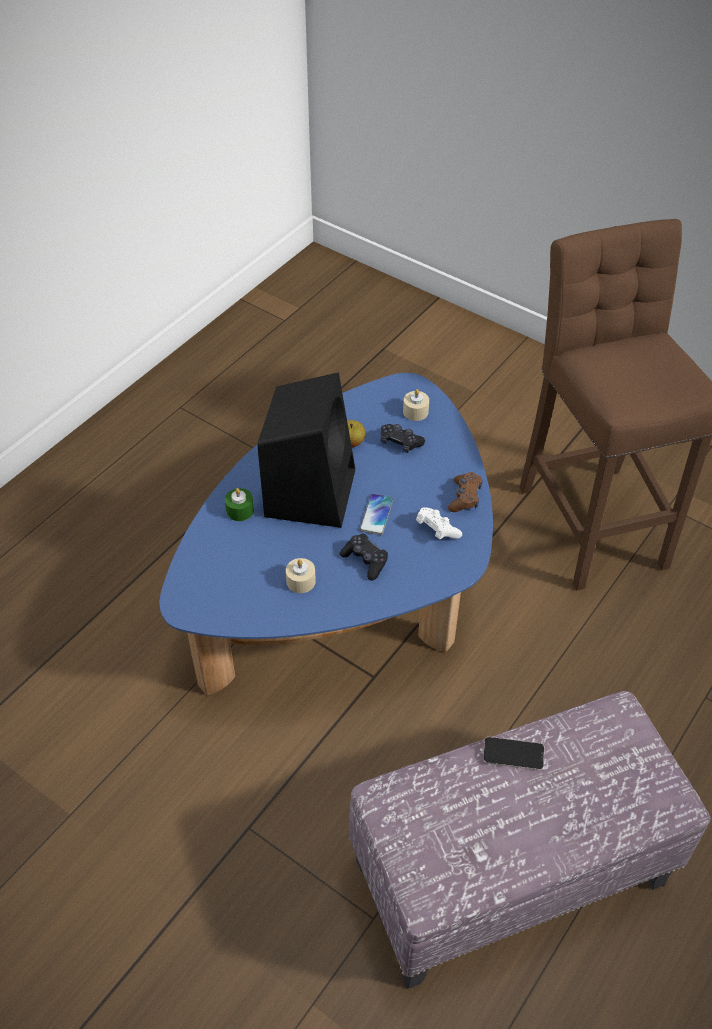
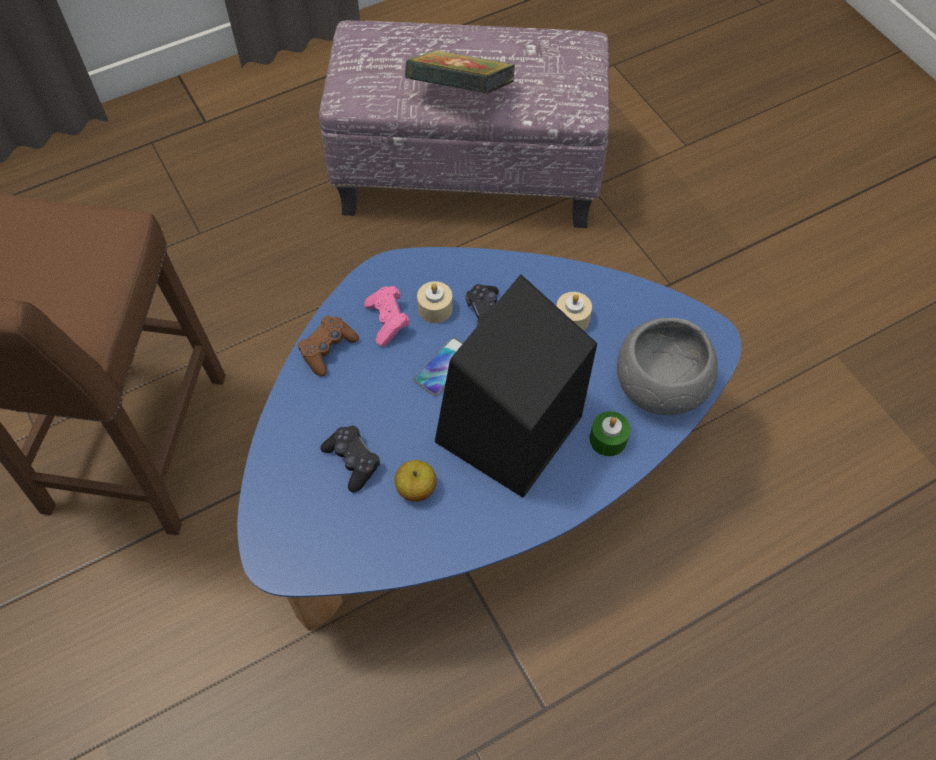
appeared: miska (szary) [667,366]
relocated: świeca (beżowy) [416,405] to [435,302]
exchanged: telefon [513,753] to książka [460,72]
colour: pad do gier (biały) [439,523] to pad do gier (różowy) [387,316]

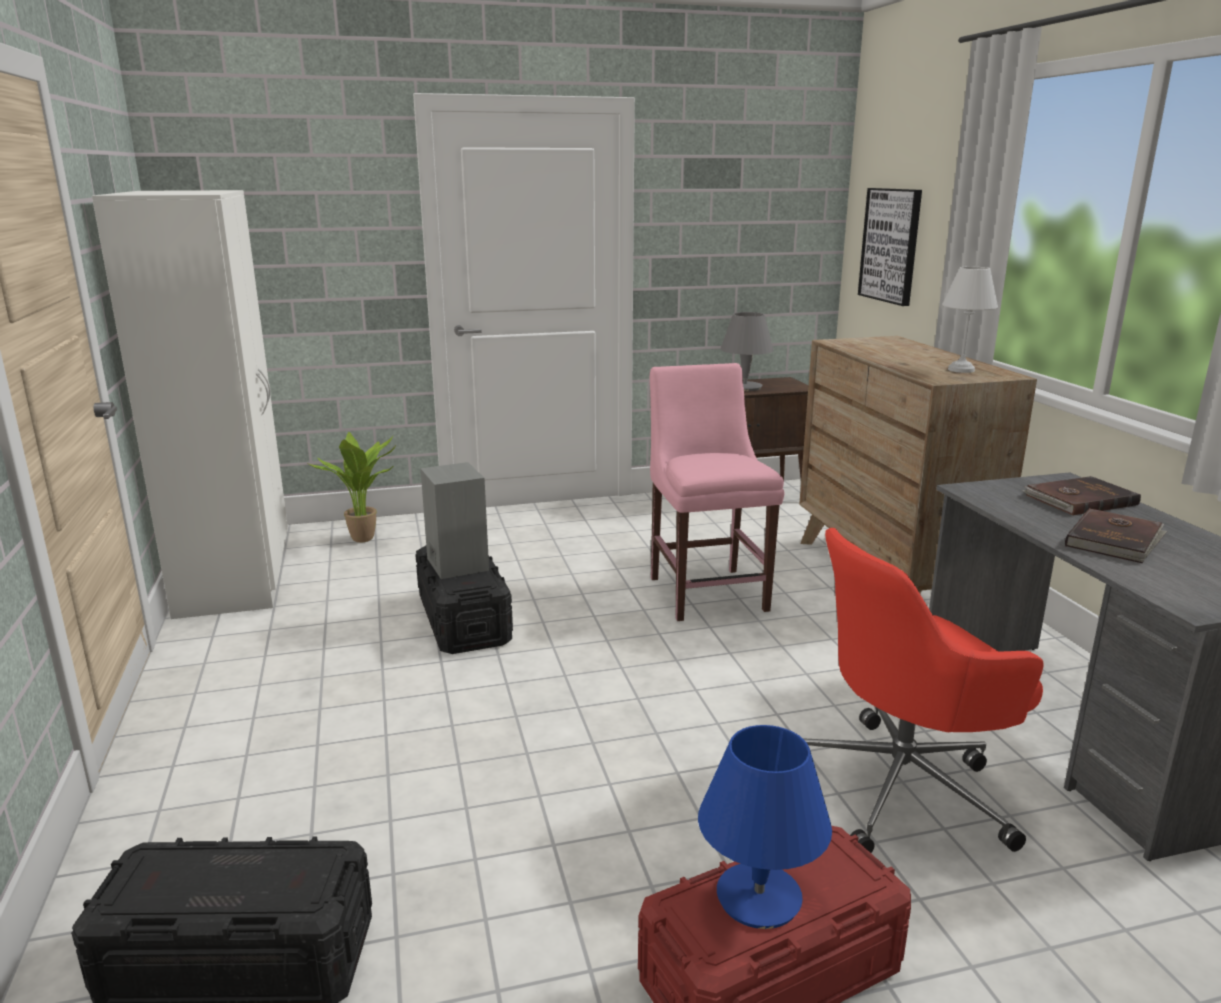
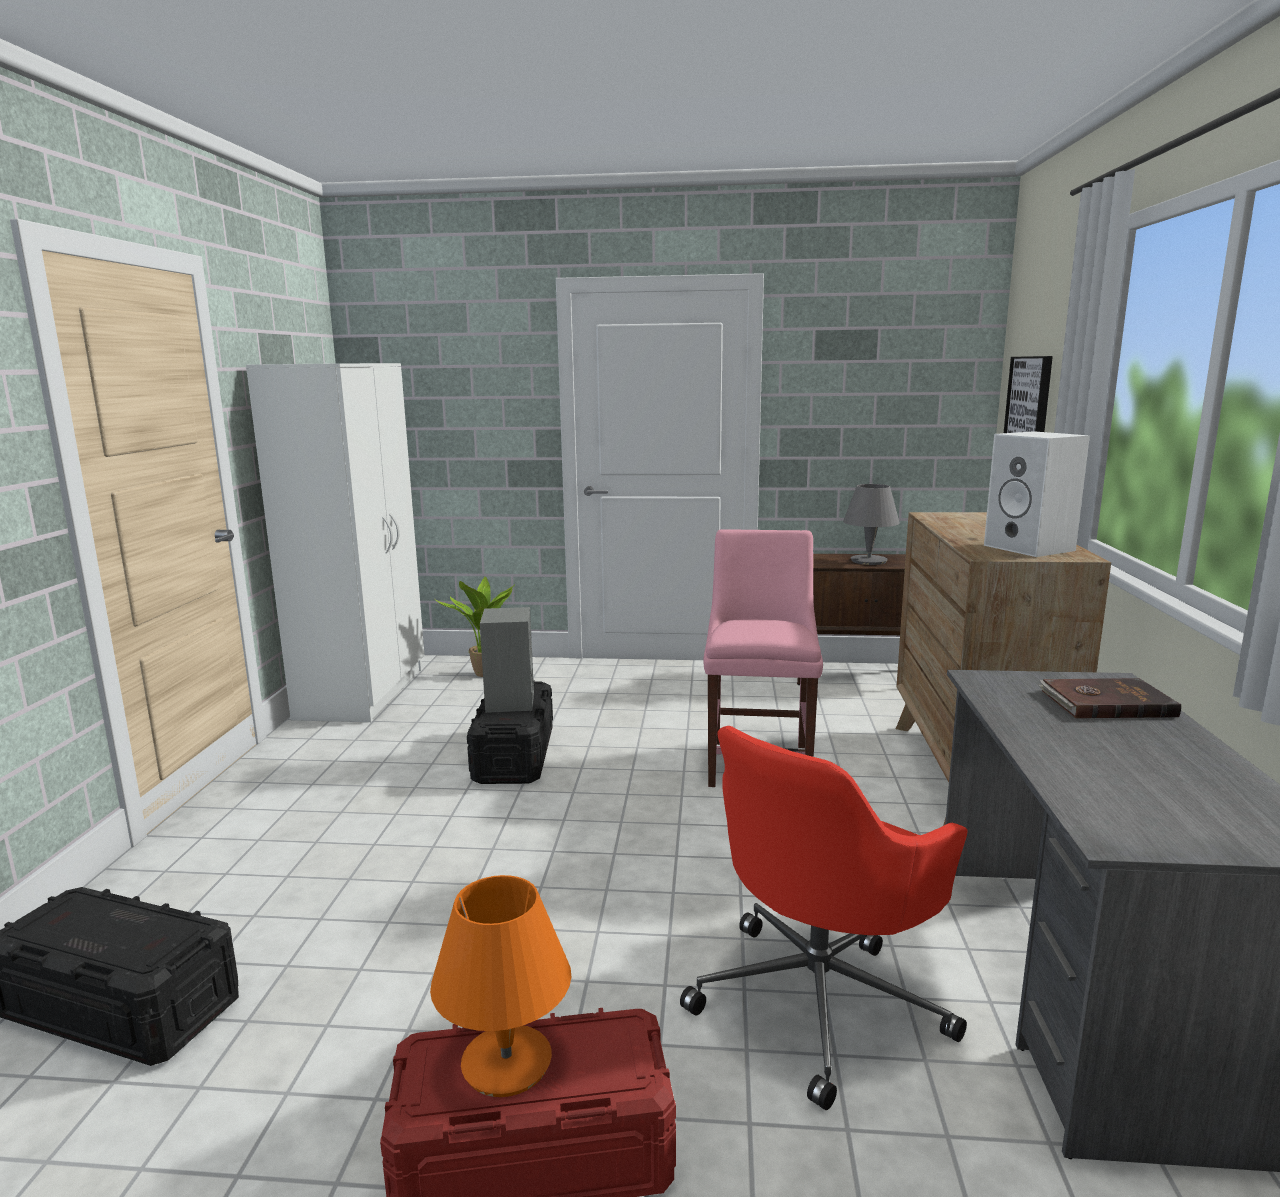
missing: książka (brązowy) [1116,535]
exchanged: lampa stołowa (biały) [970,319] to głośnik (biały) [1037,494]
colour: lampa stołowa (niebieski) [765,827] to lampa stołowa (pomarańczowy) [500,986]
spun: krzesło biurowe (czerwony) [923,690] = [824,918] 45 degrees counterclockwise

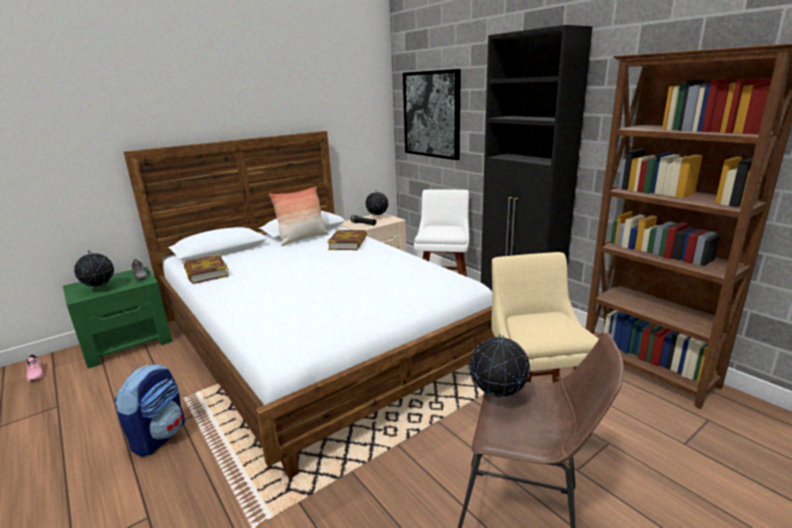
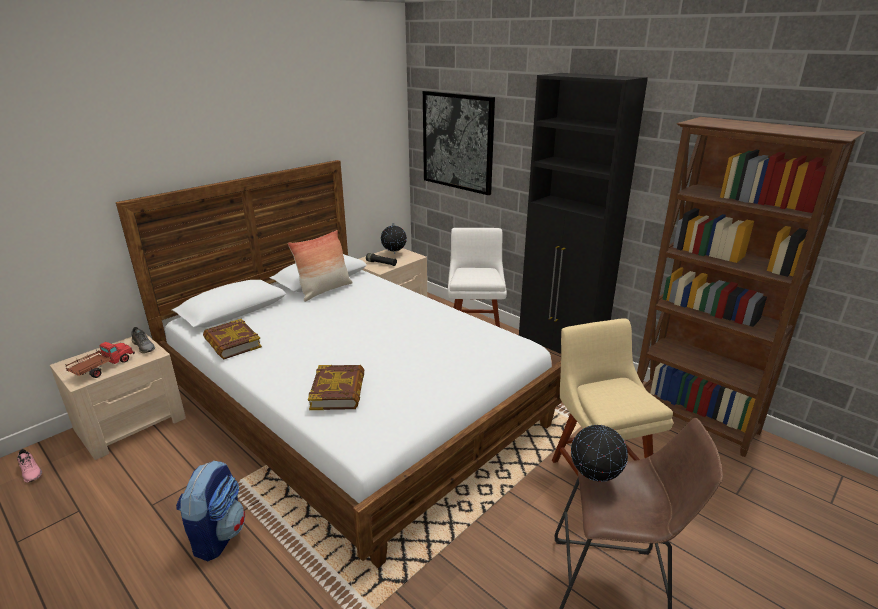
relocated: książka [347,240] to [336,387]
exchanged: globus [94,270] to ciężarówka zabawkowa [100,360]
colour: szafka nocna (zielony) [117,318] to szafka nocna (beżowy) [118,396]

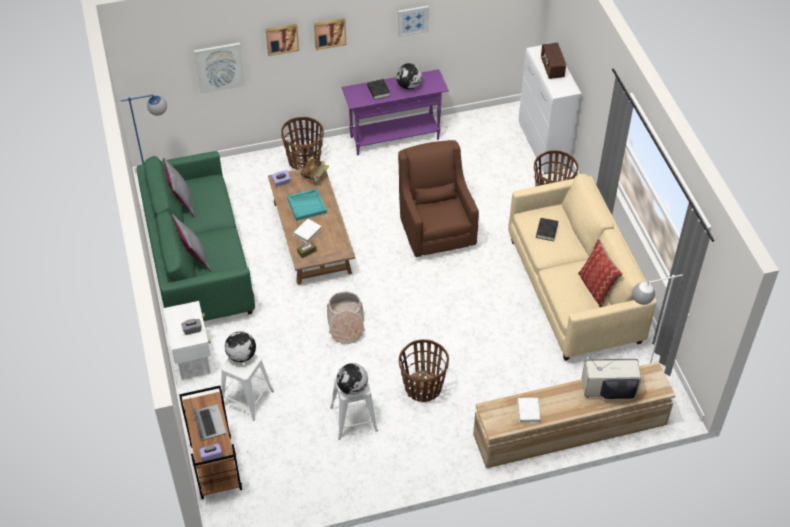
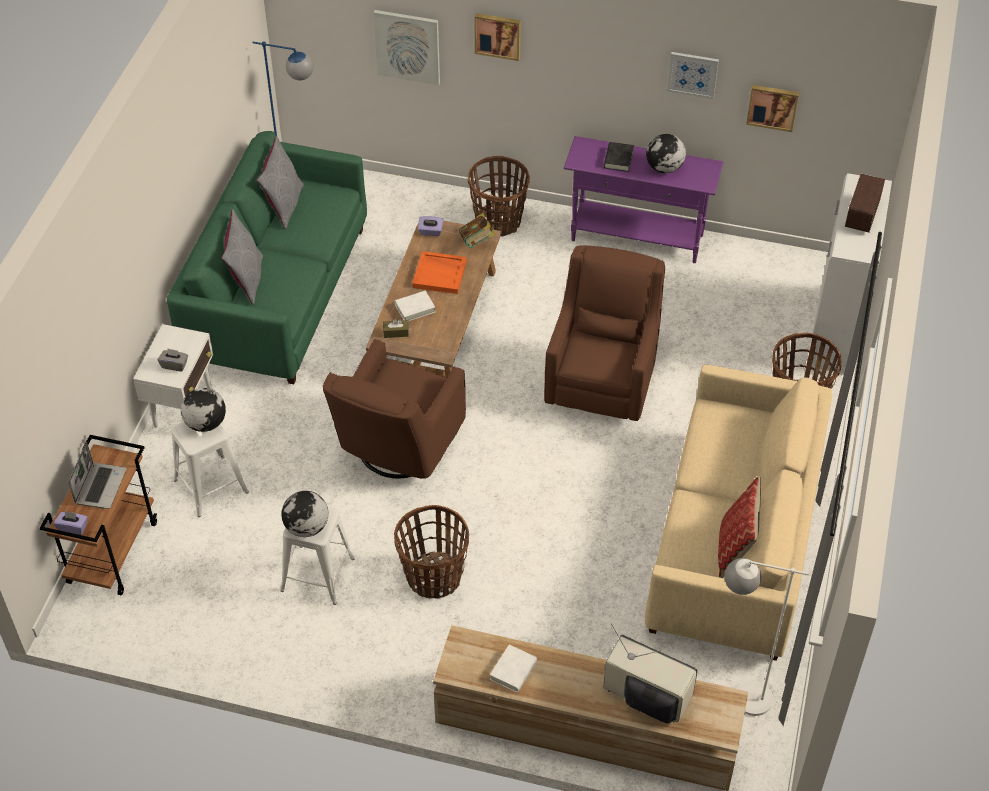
missing: książka (czarny) [547,229]
relocated: obraz [330,34] to [772,108]
exchanged: koszyk [346,318] to fotel (brązowy) [394,409]
colour: taca (turkusowy) [307,204] to taca (pomarańczowy) [439,272]

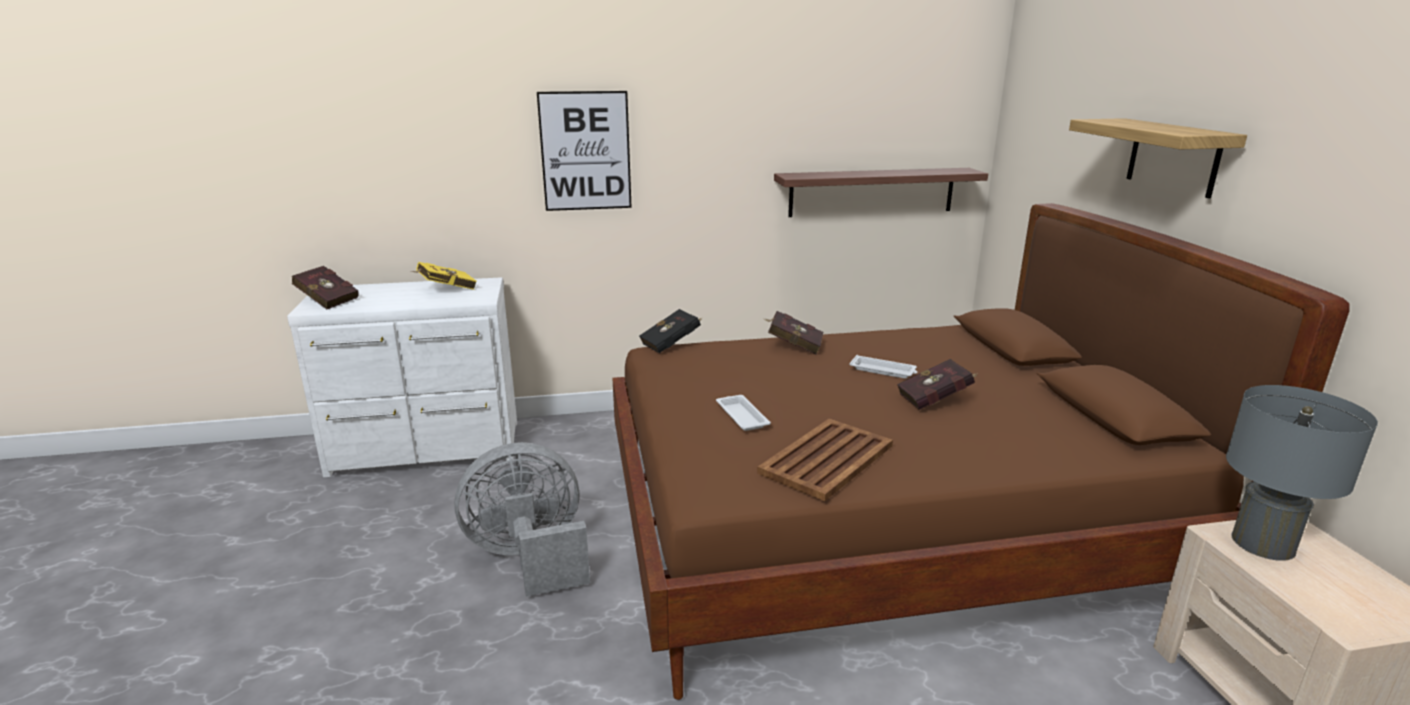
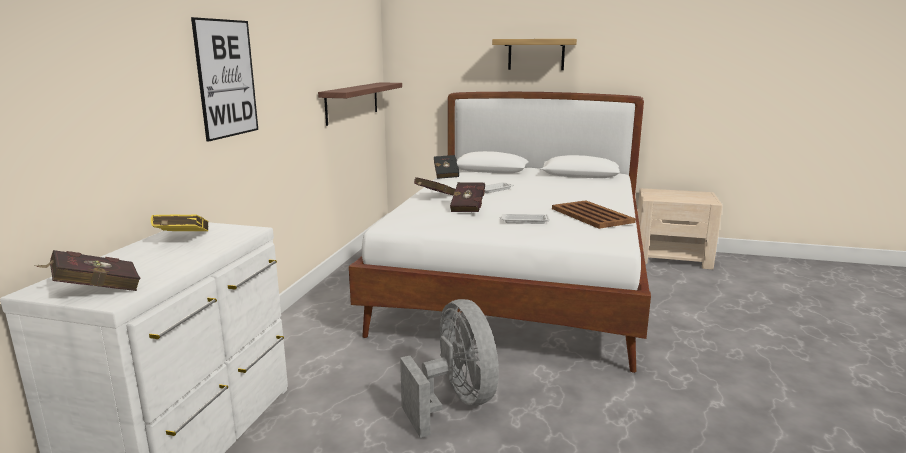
missing: lampa stołowa (szary) [1302,473]
relocated: książka (czarny) [671,331] to [446,167]; książka (czerwony) [937,384] to [467,197]
colour: łóżko (brązowy) [981,451] to łóżko (biały) [500,232]
spun: wentylator (szary) [522,519] = [449,368] 150 degrees clockwise

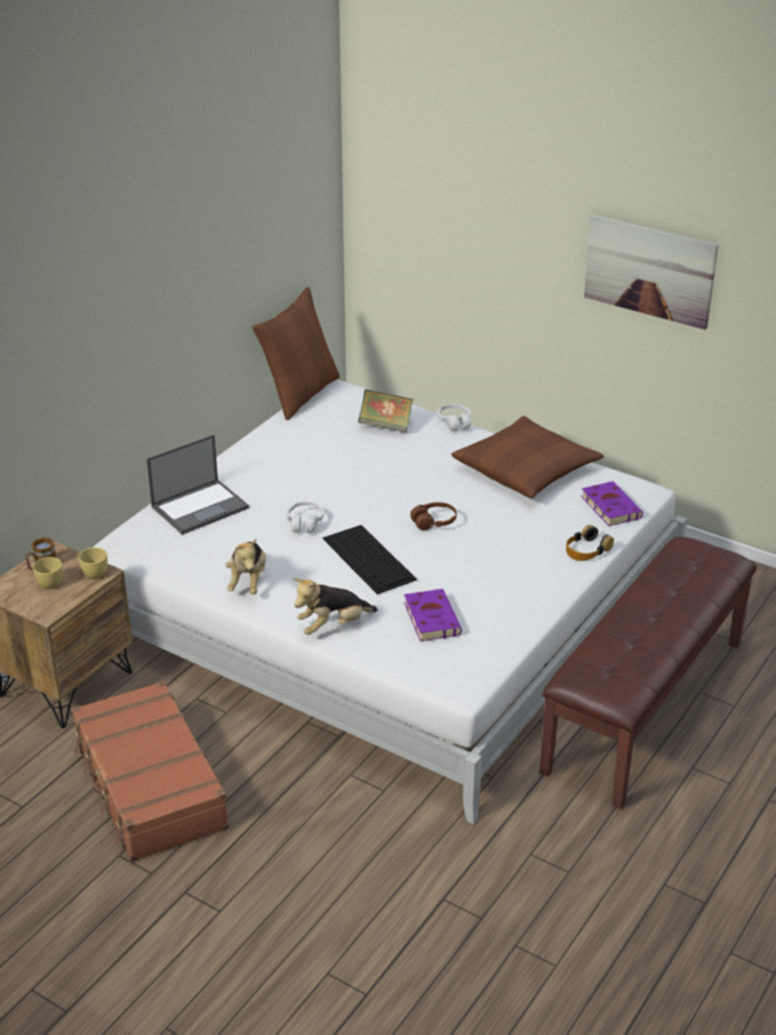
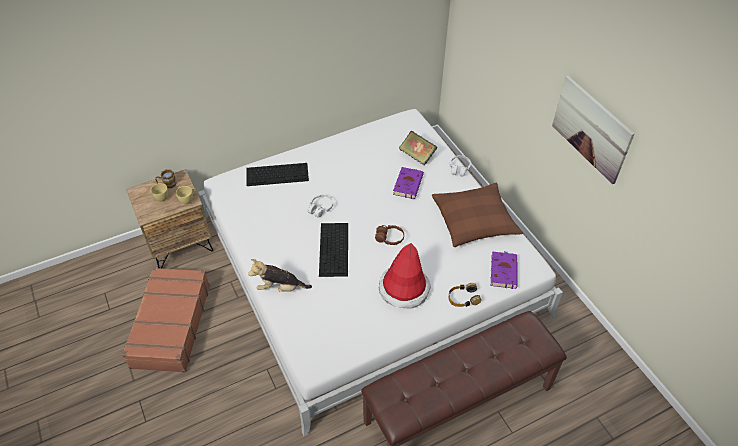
missing: pluszak [245,566]; poduszka (brązowy) [296,353]
appeared: kapelusz [405,275]
relocated: książka (fioletowy) [433,615] to [408,183]
exchanged: laptop [198,485] to klawiatura [278,174]

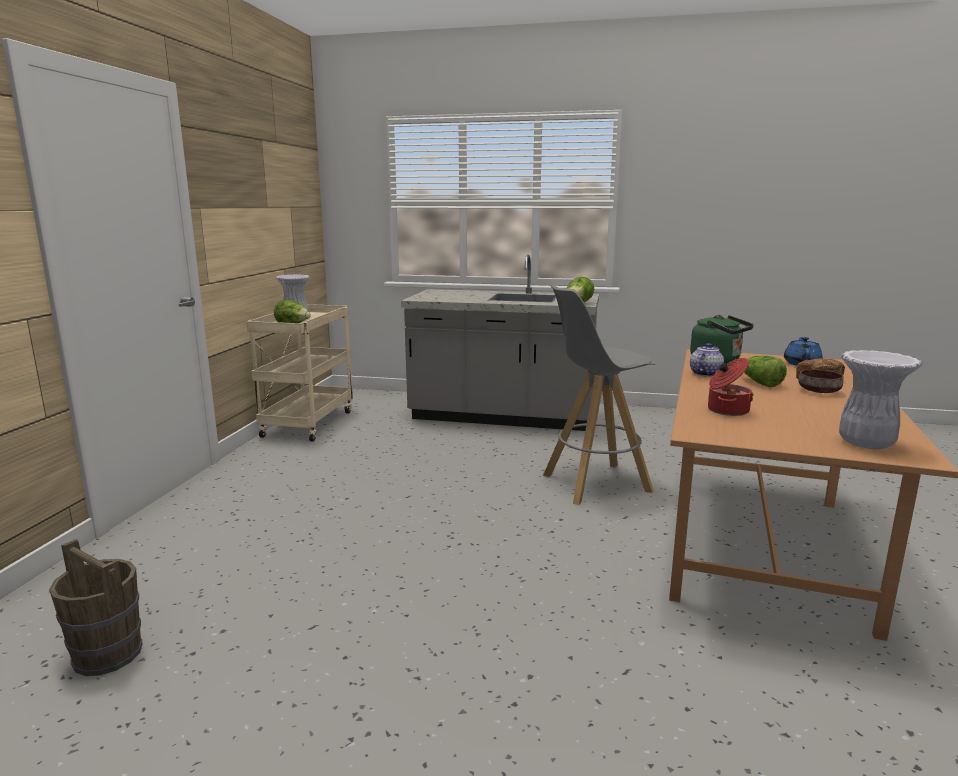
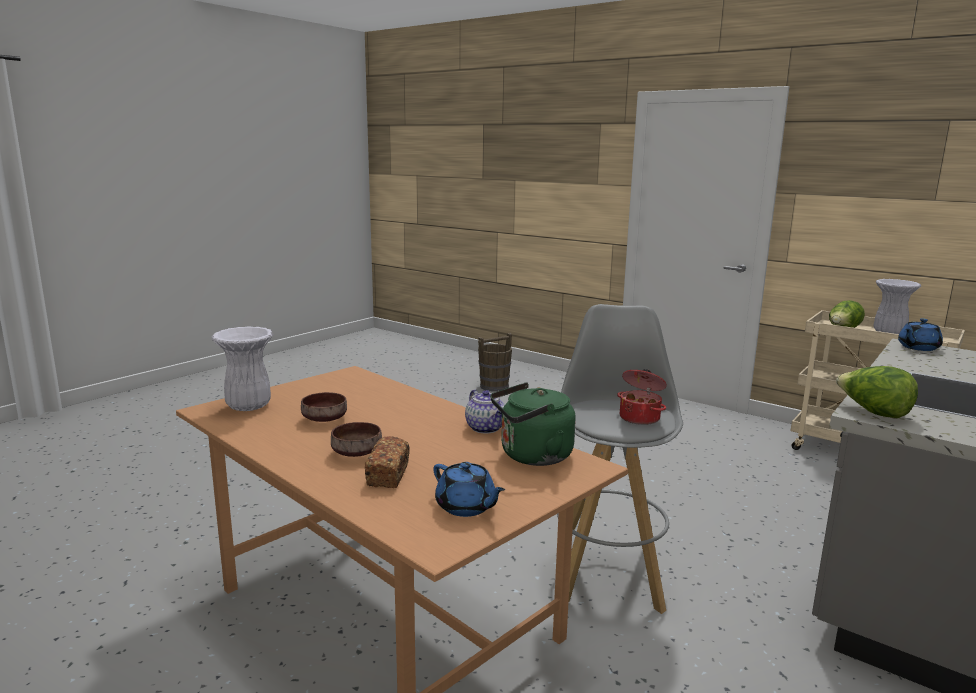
missing: sałata [765,371]
appeared: miska (brązowy) [324,407]; imbryk (niebieski) [920,334]
relocated: garnek [731,387] to [642,397]

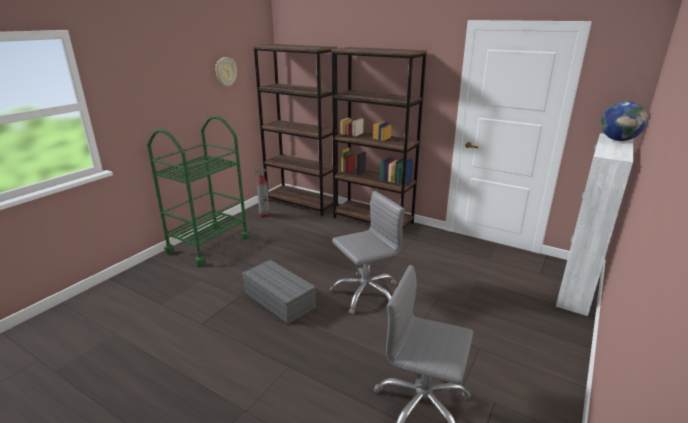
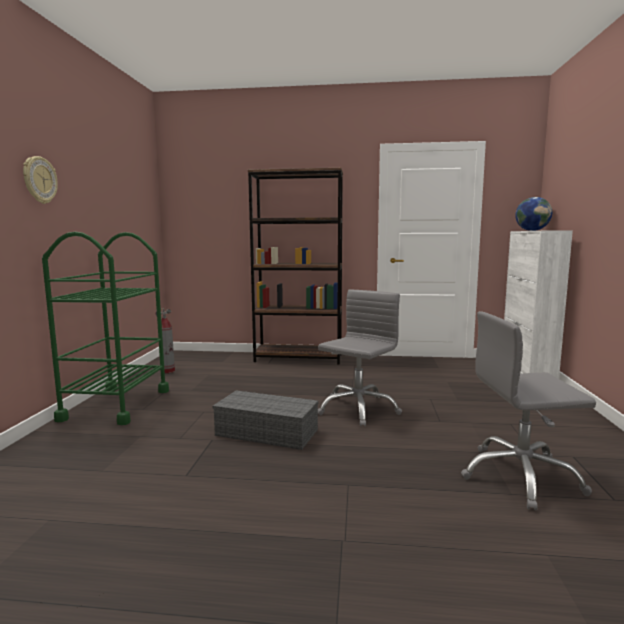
missing: regał (brązowy) [295,130]
relocated: zegar ścienny [226,72] to [40,180]

